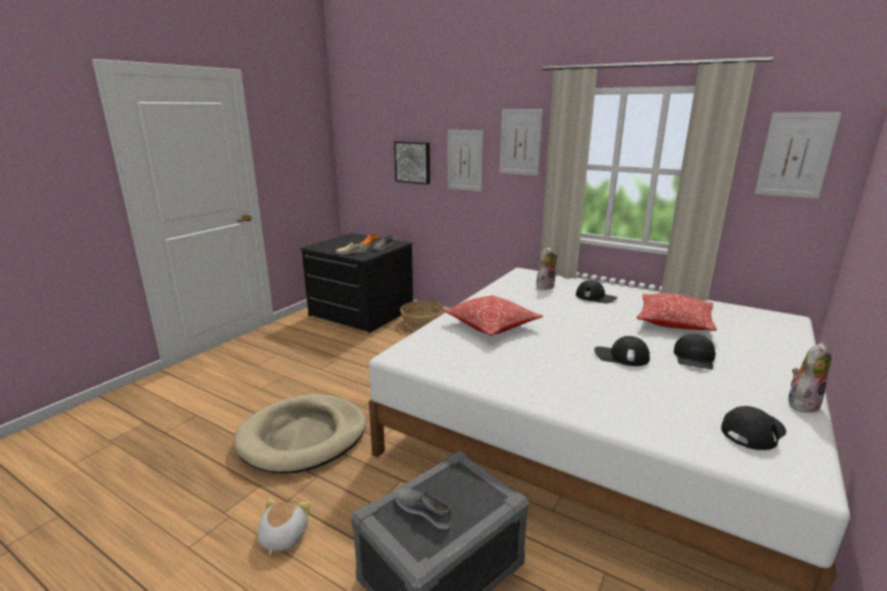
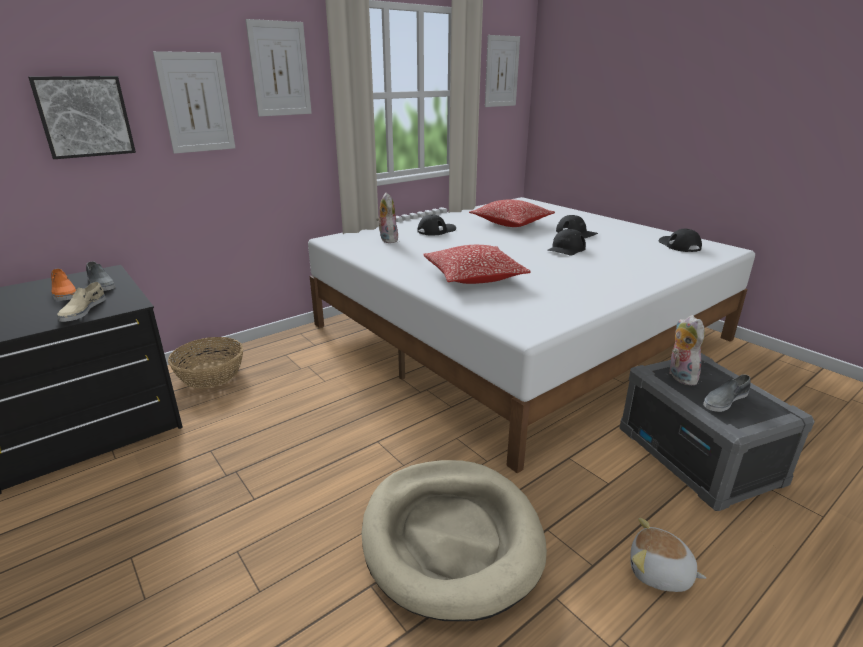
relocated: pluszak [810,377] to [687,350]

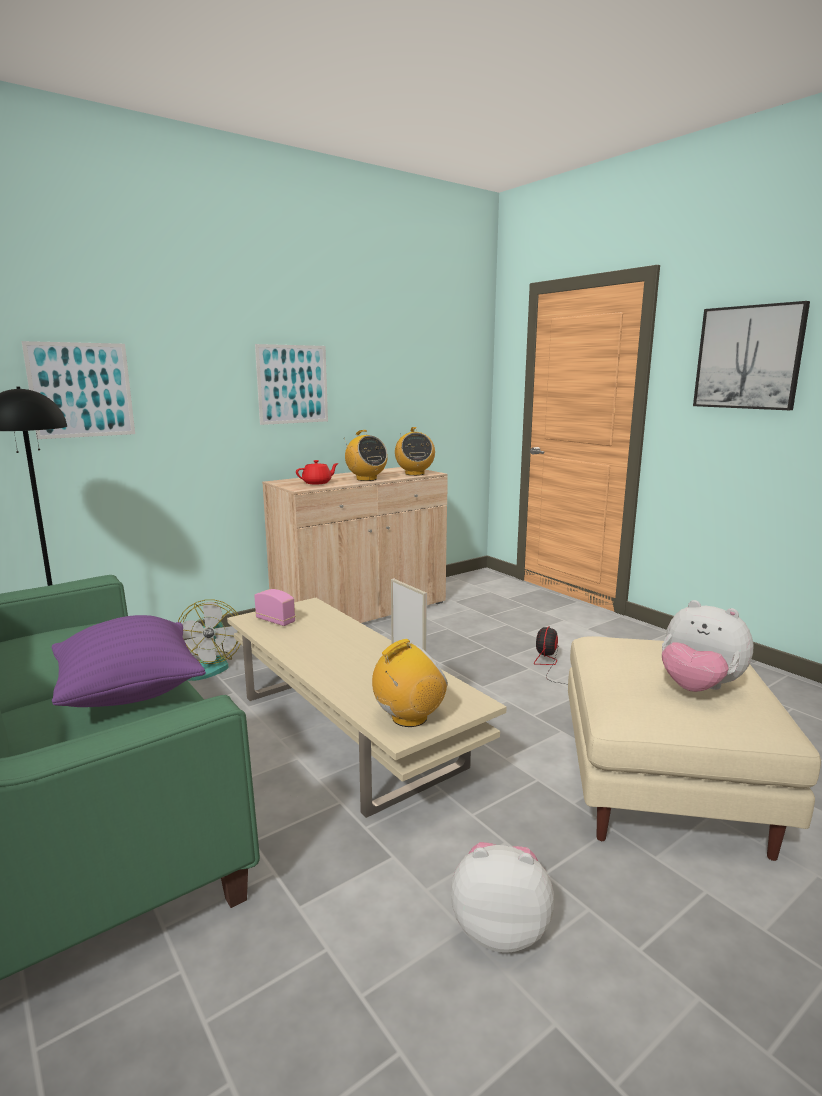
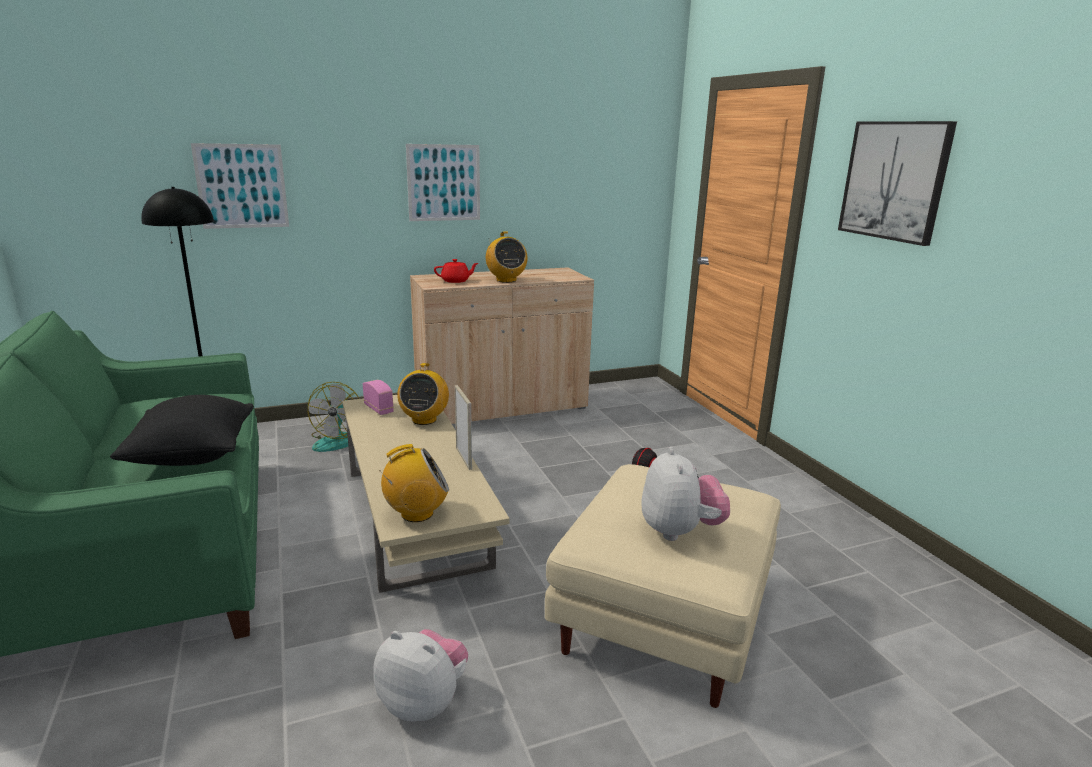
relocated: radio [415,451] to [423,394]
colour: poduszka (fioletowy) [129,661] to poduszka (czarny) [182,430]
spun: pluszak [708,646] = [686,494] 150 degrees counterclockwise

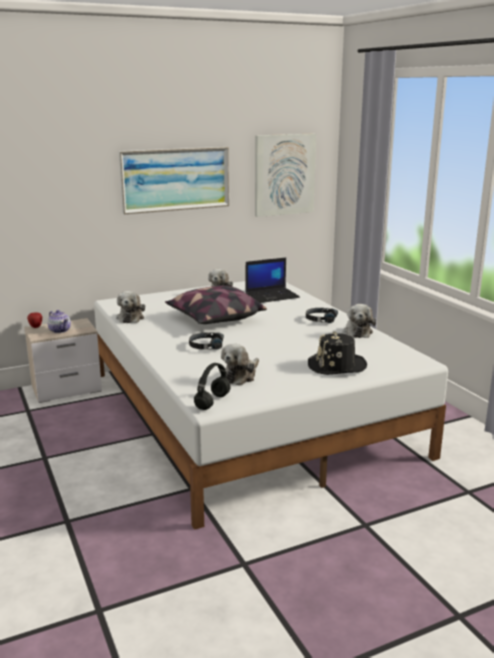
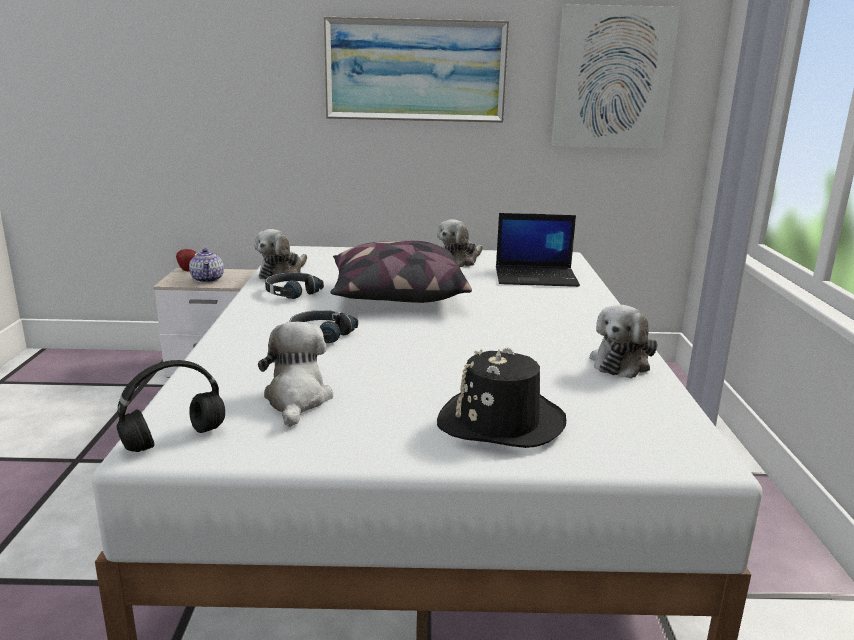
relocated: słuchawki (czarny) [322,315] to [294,285]
spun: pluszak [240,364] = [295,374] 120 degrees clockwise

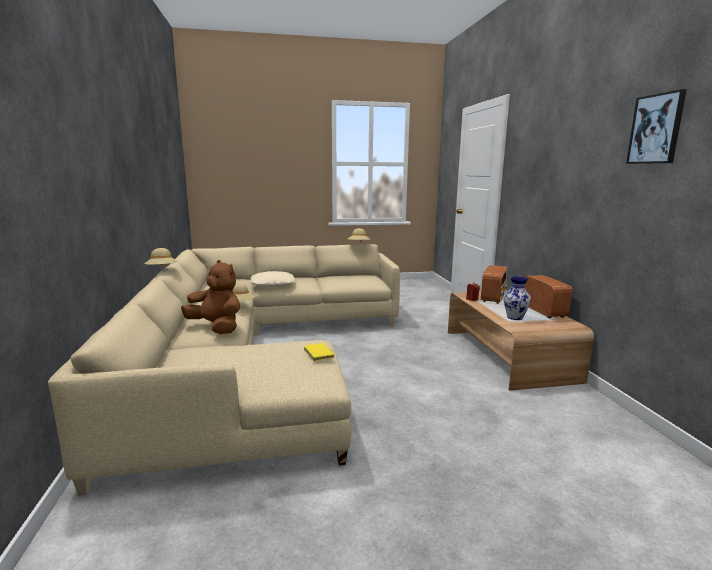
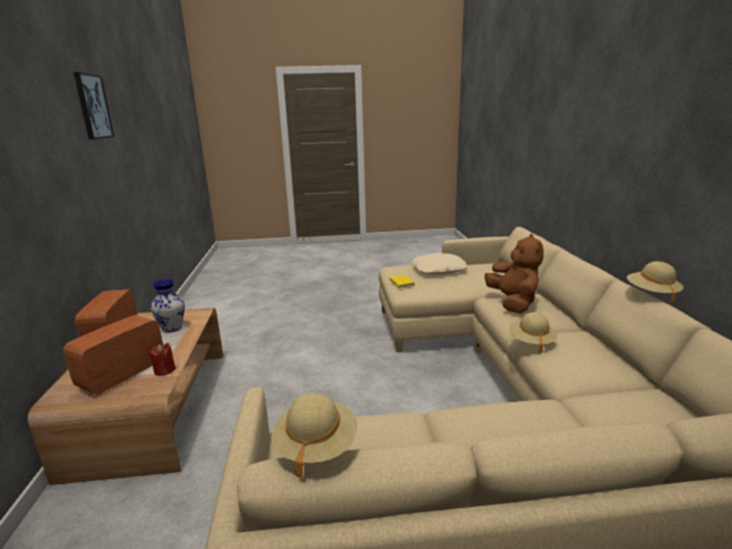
relocated: poduszka (beżowy) [272,279] to [440,264]
spun: pluszak (brązowy) [210,297] = [514,274] 135 degrees counterclockwise

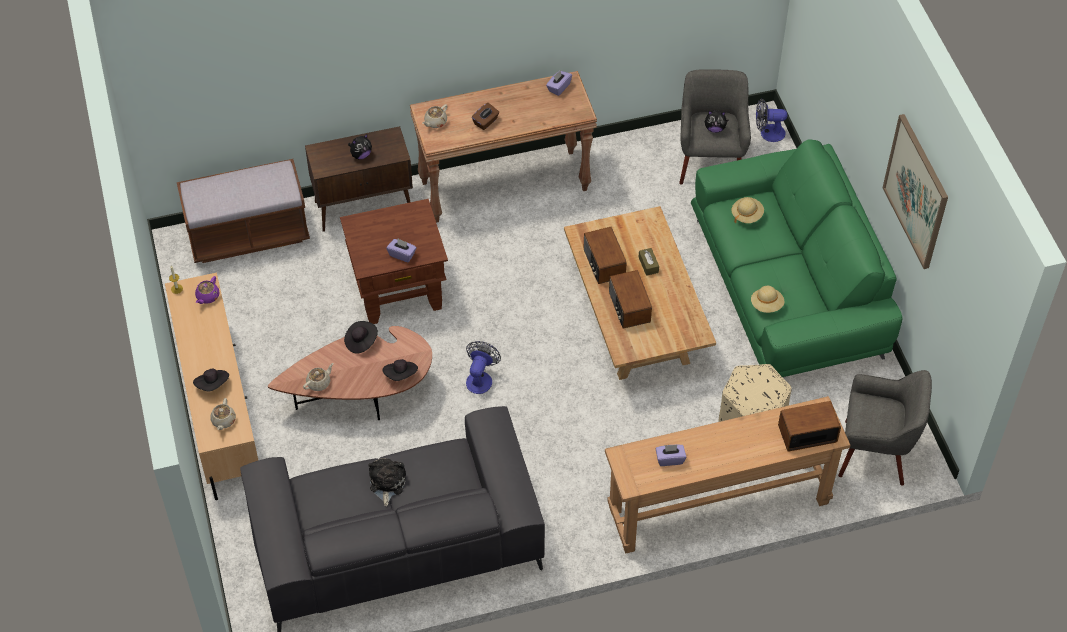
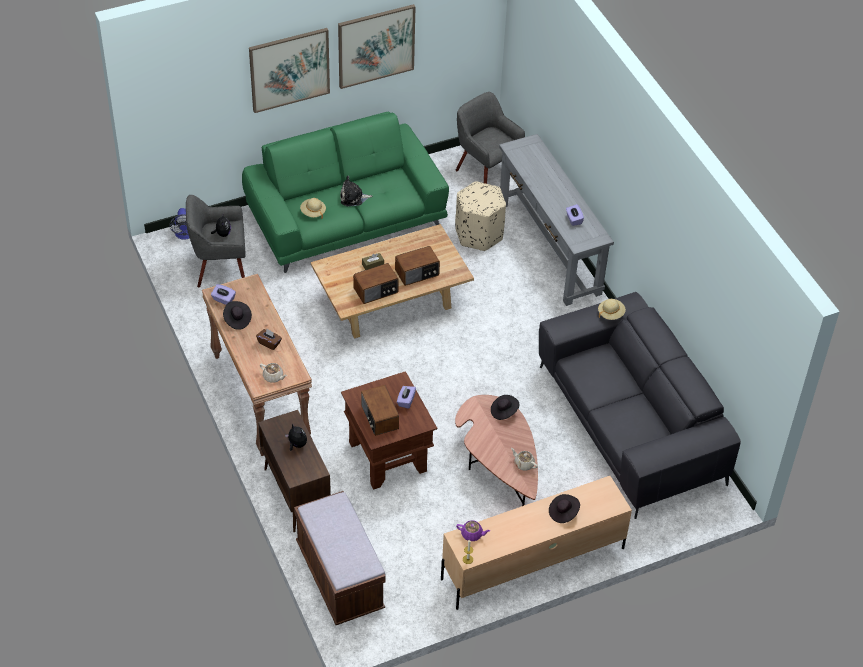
missing: imbryk (beżowy) [223,414]; wentylator [483,367]
appeared: obraz [289,70]
relocated: kapelusz (czarny) [361,337] to [237,315]; pluszak [387,482] to [356,191]; radio [809,426] to [380,410]; kapelusz (beżowy) [767,299] to [612,309]
colour: stolik konsolowy (brązowy) [727,475] to stolik konsolowy (szary) [556,220]
spun: fotel (szary) [885,428] = [490,138] 45 degrees counterclockwise

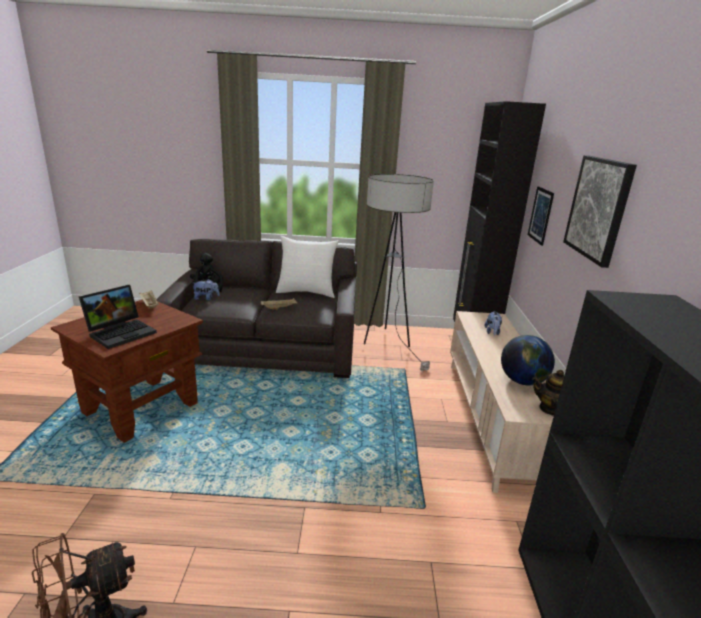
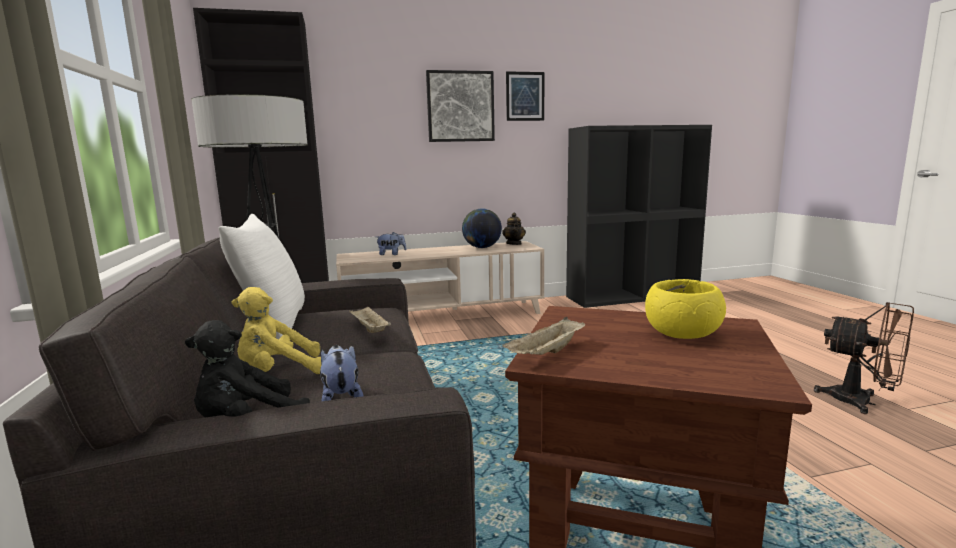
appeared: pluszak (żółty) [276,330]
relocated: obraz [541,216] to [525,96]
exchanged: laptop [118,317] to miska (żółty) [685,309]

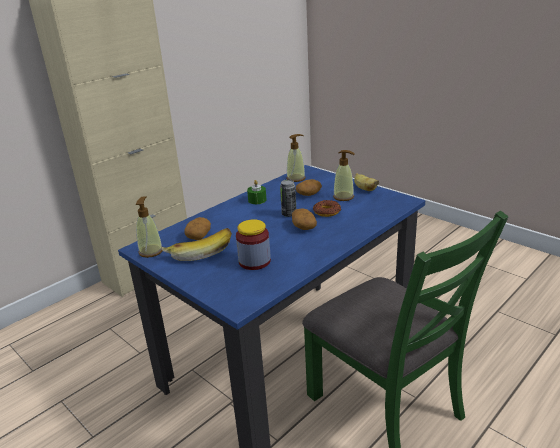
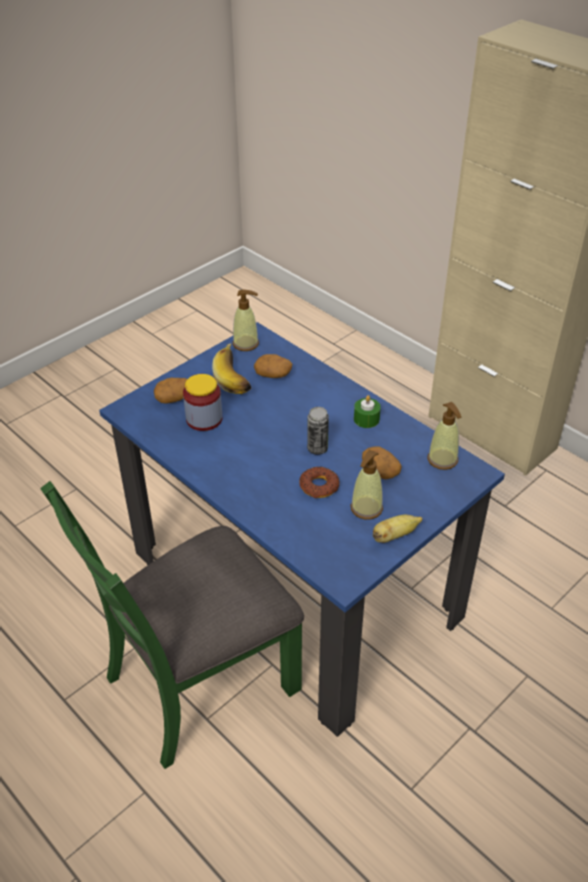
relocated: ziemniak [304,219] to [170,391]

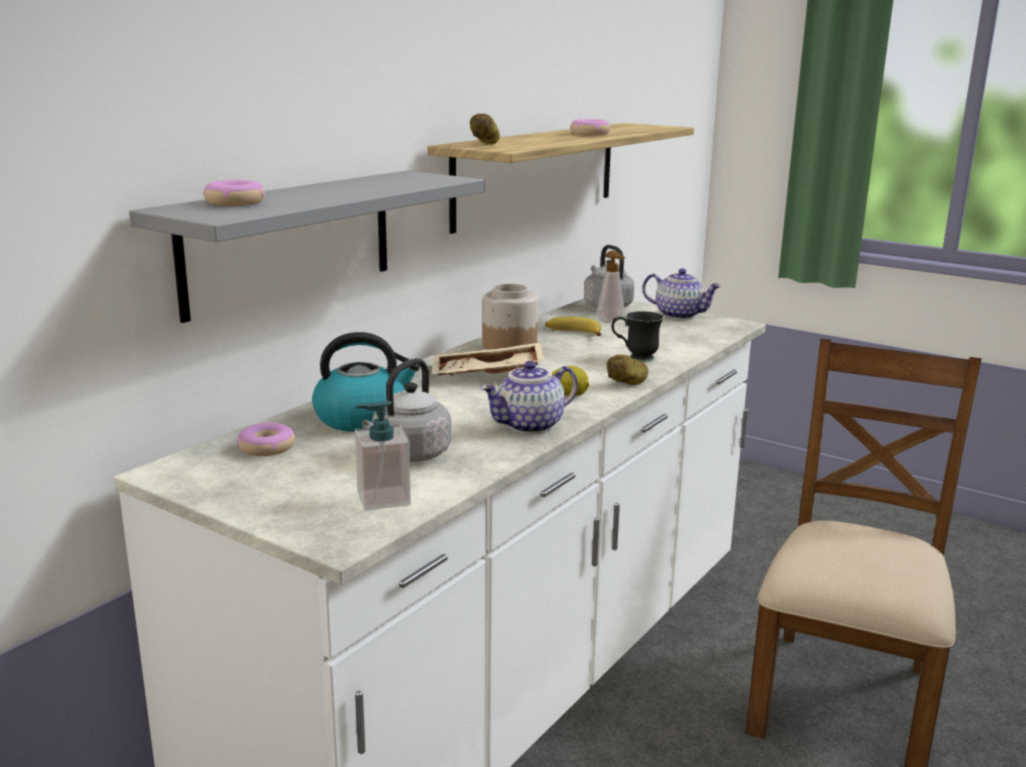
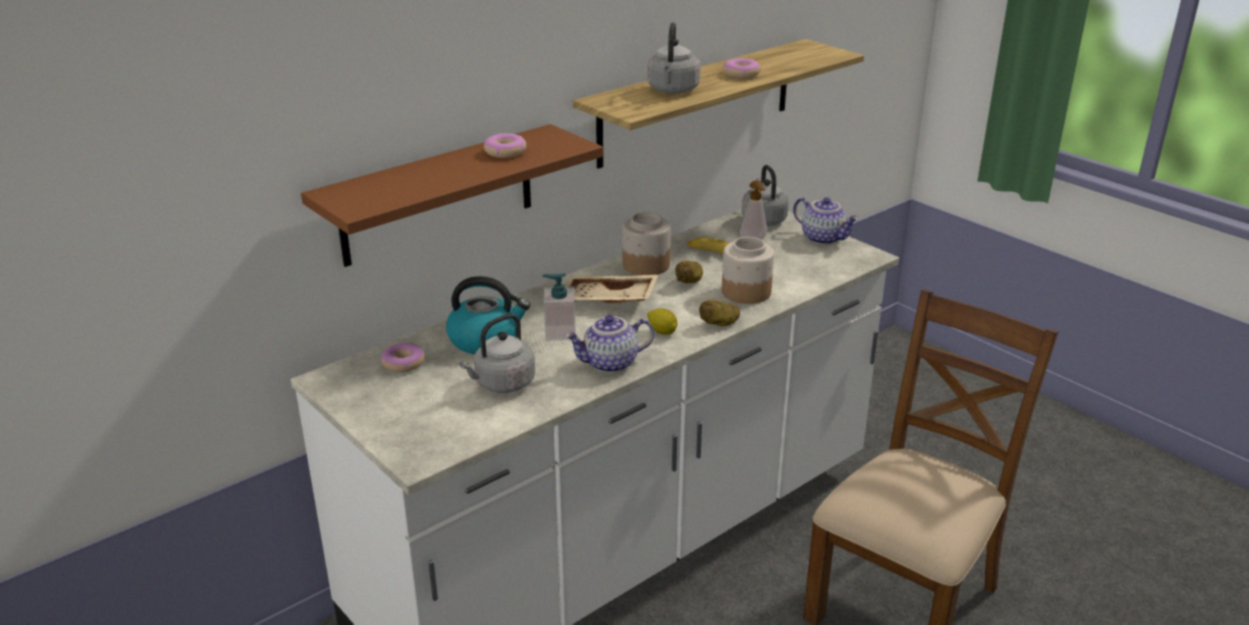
appeared: czajnik (szary) [674,57]
relocated: donut [234,193] to [505,145]; dozownik mydła [383,456] to [559,307]; ziemniak [485,128] to [689,272]
exchanged: kubek (czarny) [638,336] to słoik [748,270]
colour: półka (szary) [307,247] to półka (brązowy) [452,195]

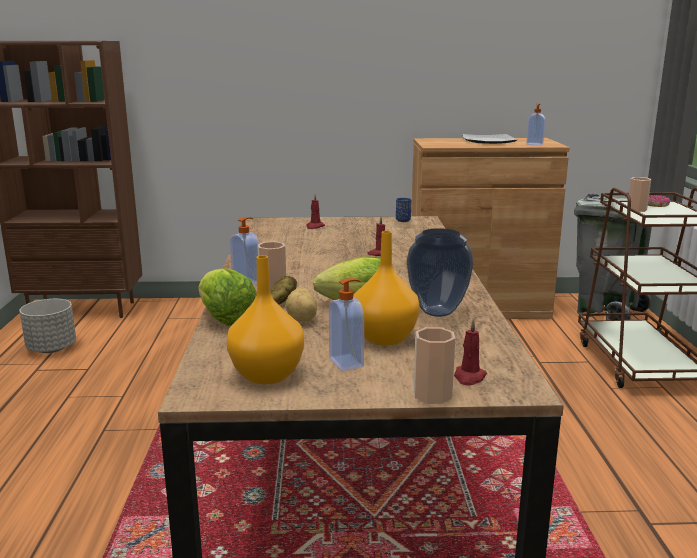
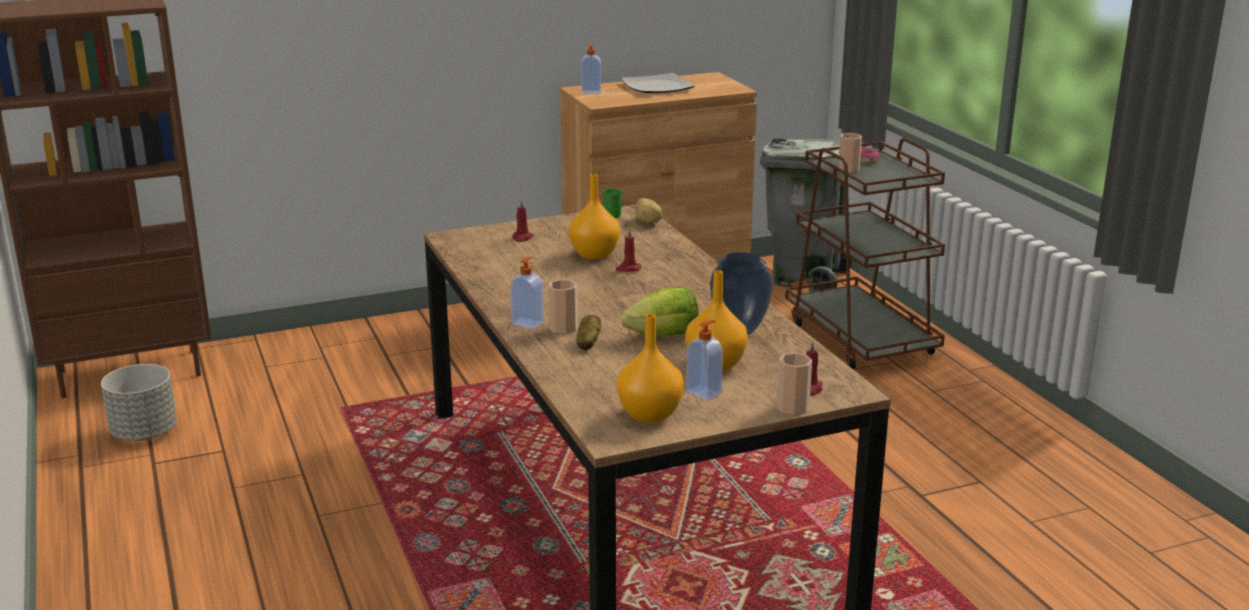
missing: sałata [227,297]
appeared: wazon (pomarańczowy) [594,216]
relocated: dozownik mydła [535,124] to [591,69]; ziemniak [301,304] to [649,211]
colour: filiżanka (niebieski) [403,210] to filiżanka (zielony) [612,203]

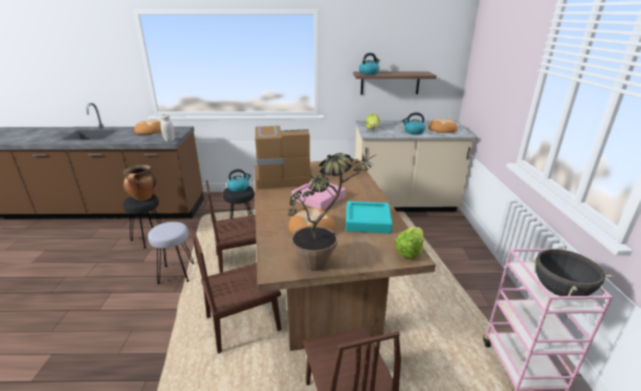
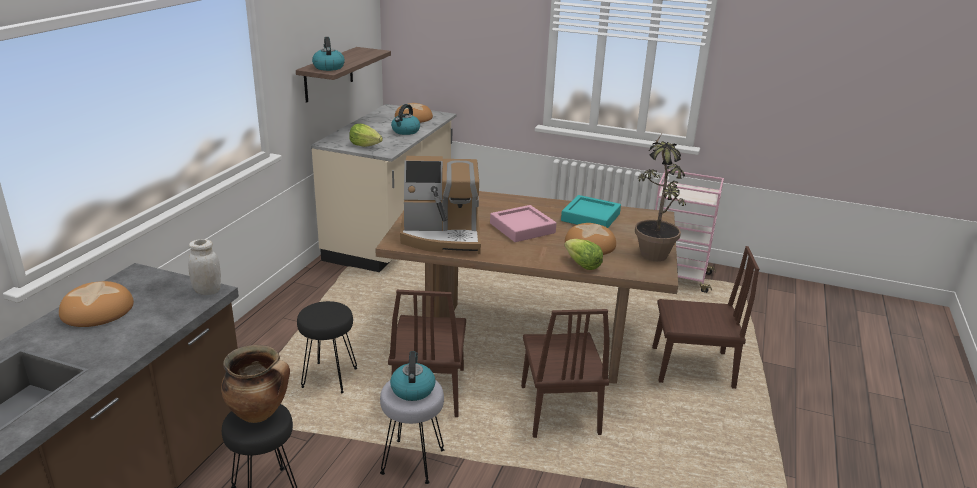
missing: garnek (czarny) [571,271]
relocated: czajnik [239,180] to [413,376]; sałata [409,242] to [583,254]
spun: ekspres do kawy [284,157] = [440,205] 105 degrees counterclockwise

